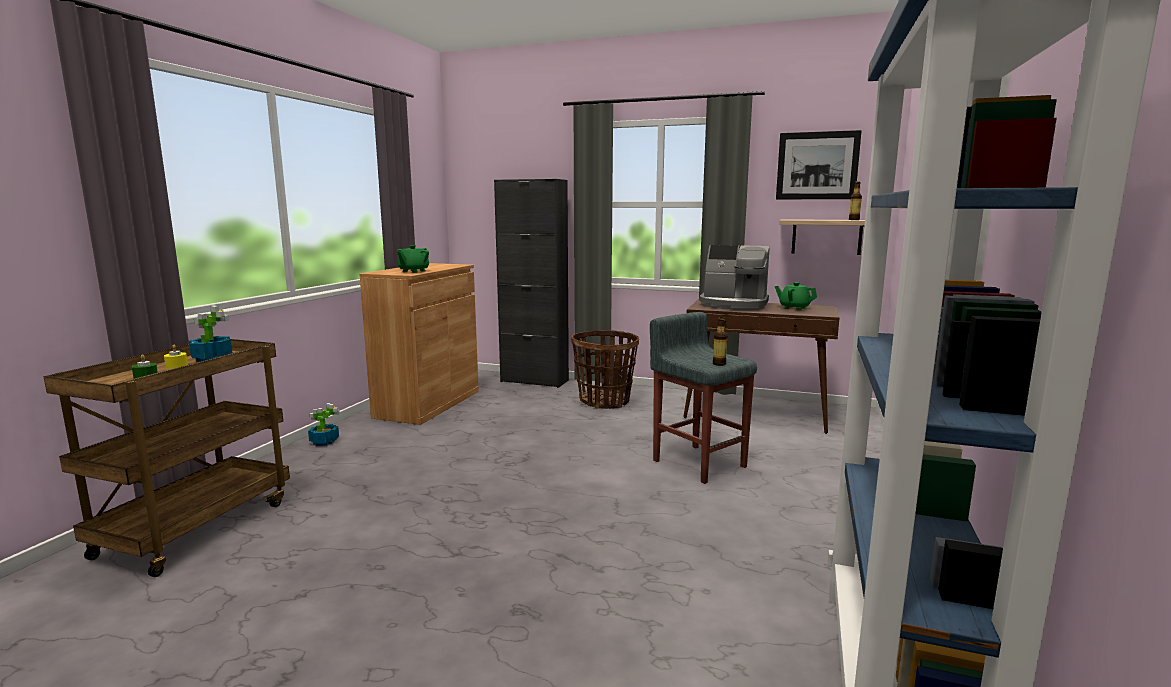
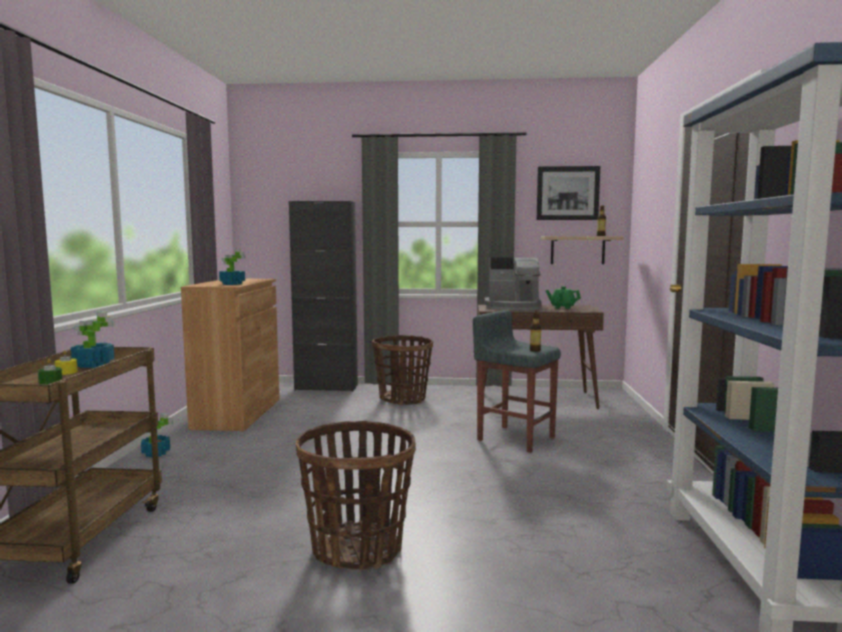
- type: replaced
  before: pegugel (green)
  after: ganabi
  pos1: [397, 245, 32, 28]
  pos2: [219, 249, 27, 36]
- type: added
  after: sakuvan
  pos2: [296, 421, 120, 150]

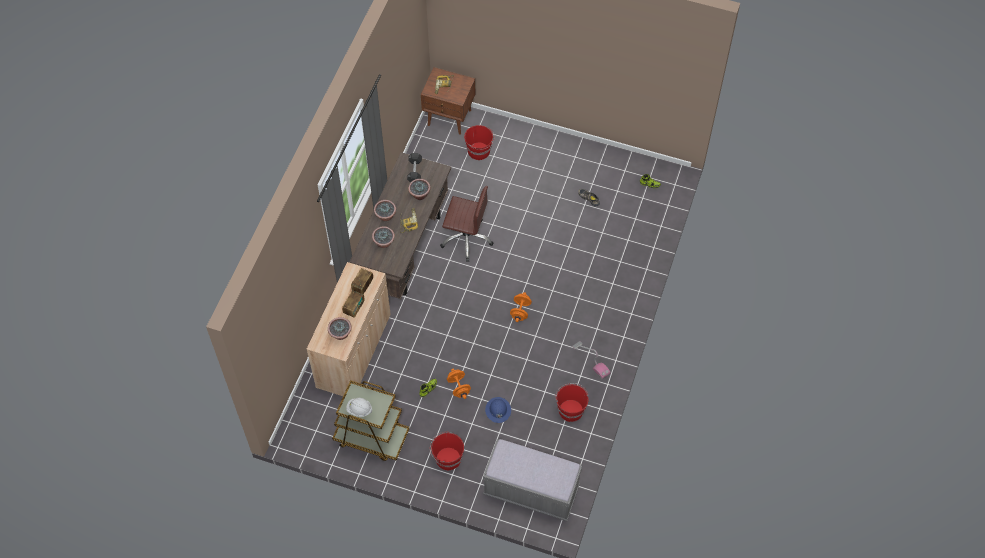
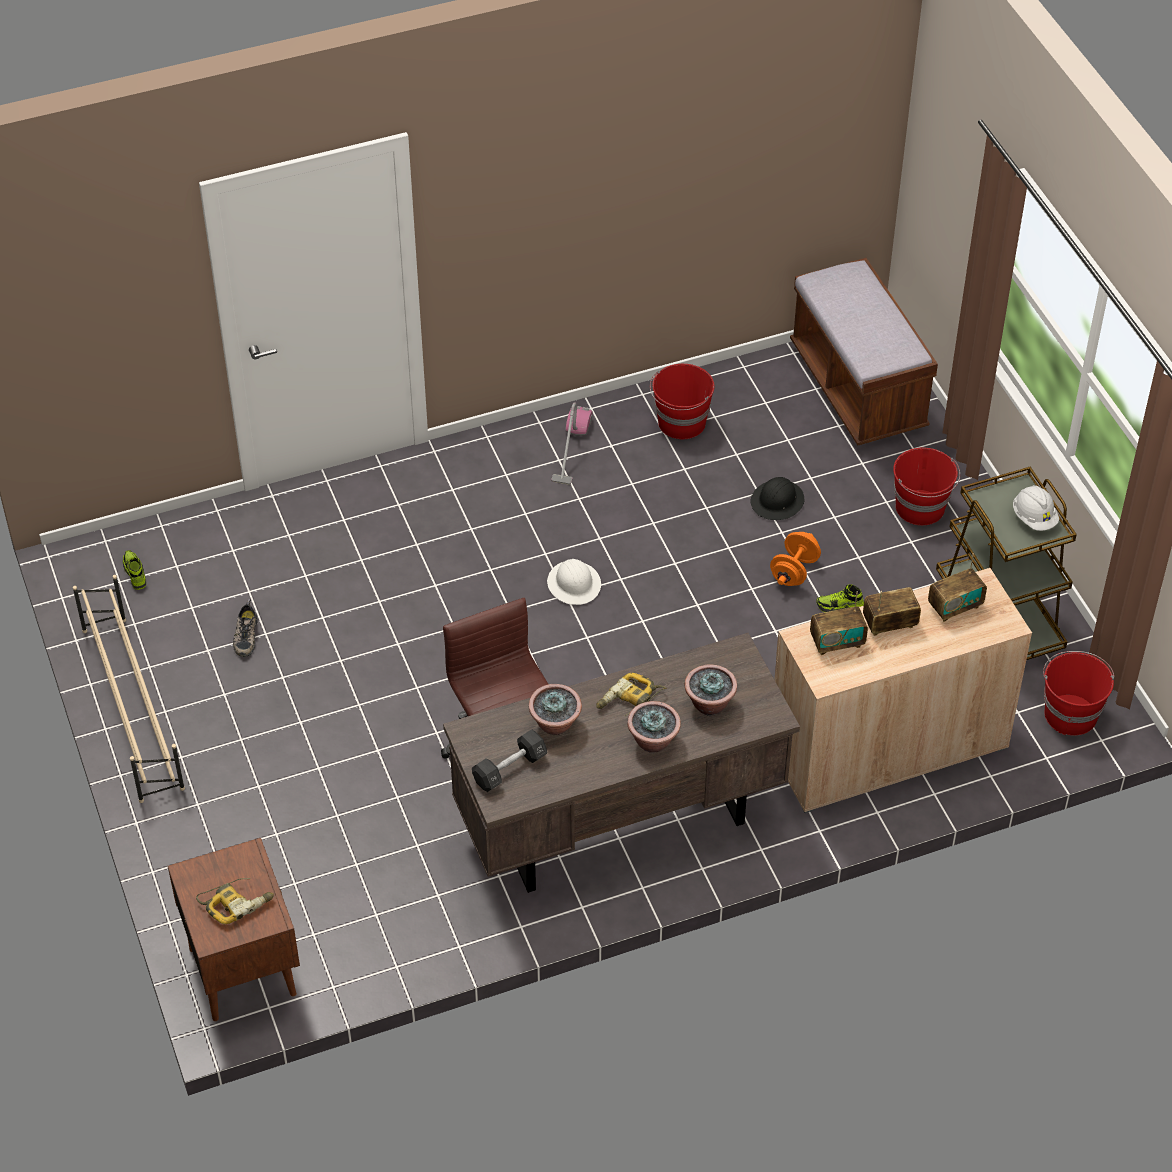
- type: added
  after: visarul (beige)
  pos2: [73, 575, 112, 228]
- type: replaced
  before: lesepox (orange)
  after: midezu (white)
  pos1: [510, 292, 22, 30]
  pos2: [547, 559, 54, 46]
- type: recoloured
  before: midezu (blue)
  after: midezu (black)
  pos1: [485, 397, 26, 26]
  pos2: [750, 477, 54, 43]
- type: recoloured
  before: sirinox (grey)
  after: sirinox (brown)
  pos1: [483, 439, 99, 82]
  pos2: [790, 258, 148, 188]
- type: replaced
  before: ganabi
  after: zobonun
  pos1: [328, 317, 24, 23]
  pos2: [928, 554, 59, 68]
- type: moved
  before: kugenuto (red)
  pos1: [464, 125, 31, 35]
  pos2: [1043, 651, 71, 85]

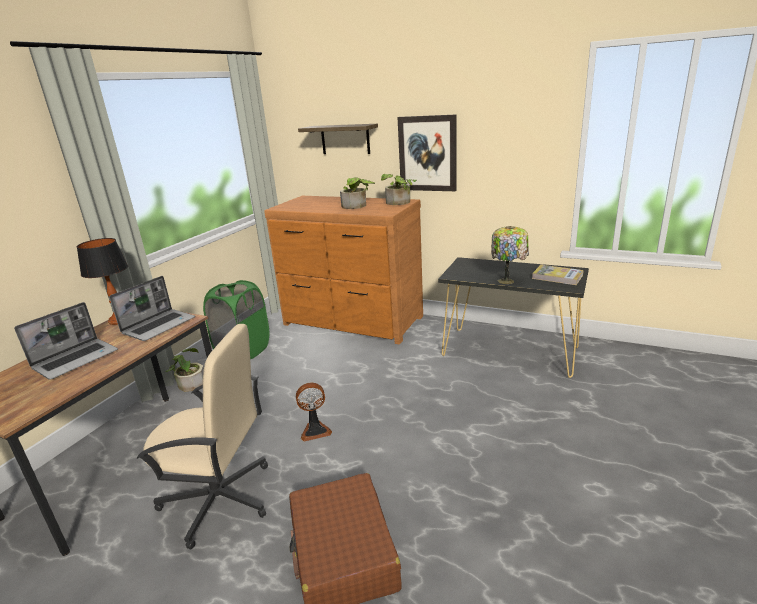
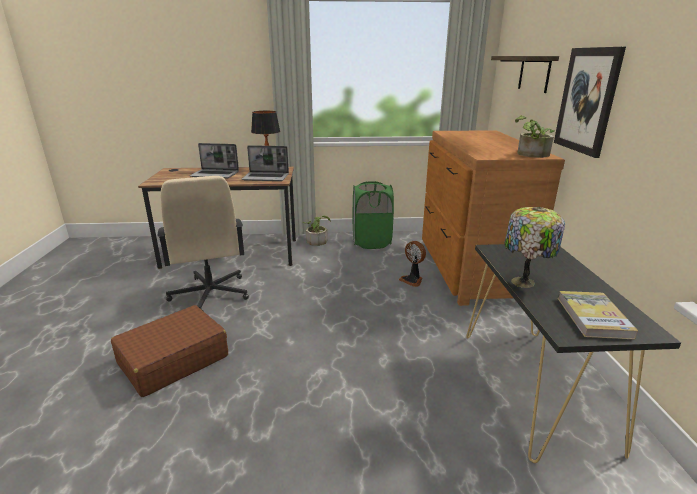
- type: moved
  before: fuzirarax
  pos1: [296, 383, 36, 58]
  pos2: [399, 241, 27, 46]
- type: removed
  before: ganabi
  pos1: [340, 177, 35, 32]

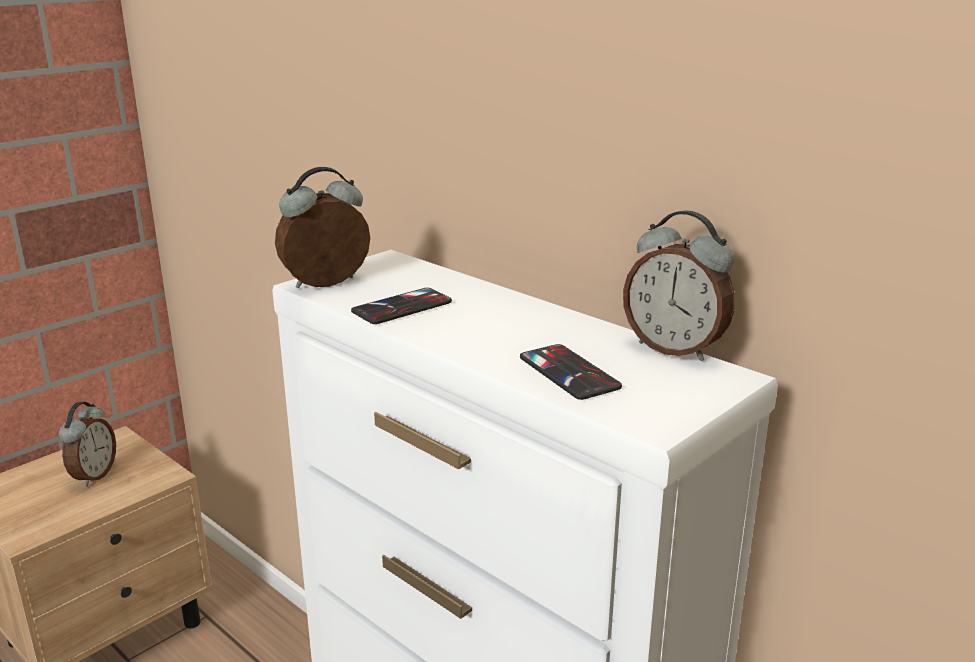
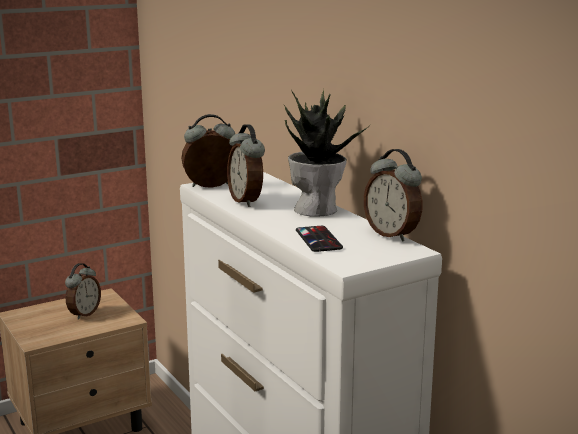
- type: replaced
  before: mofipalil
  after: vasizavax
  pos1: [351, 288, 101, 36]
  pos2: [227, 124, 38, 83]
- type: added
  after: ganabi
  pos2: [284, 89, 86, 128]

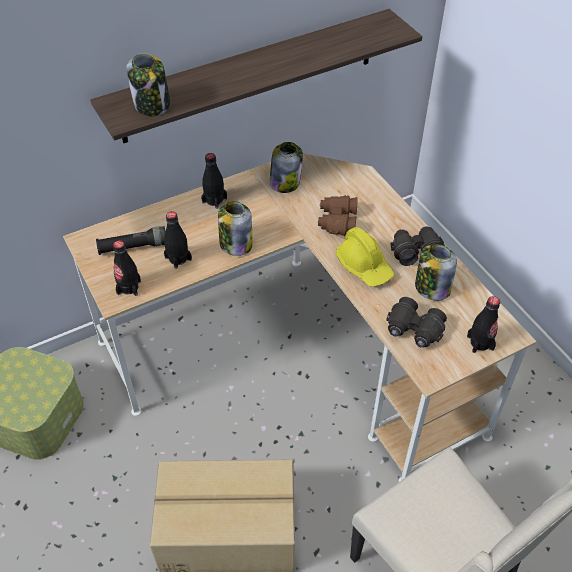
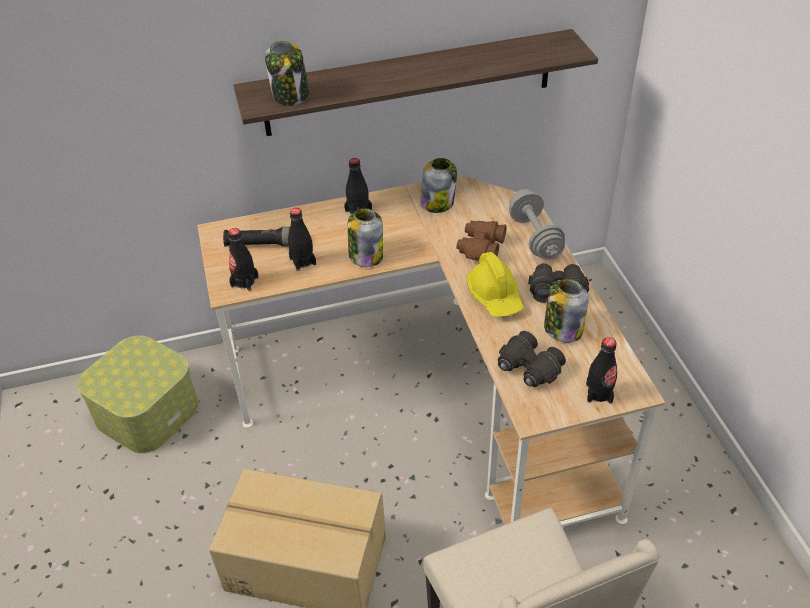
- type: added
  after: lesepox (grey)
  pos2: [509, 189, 56, 71]

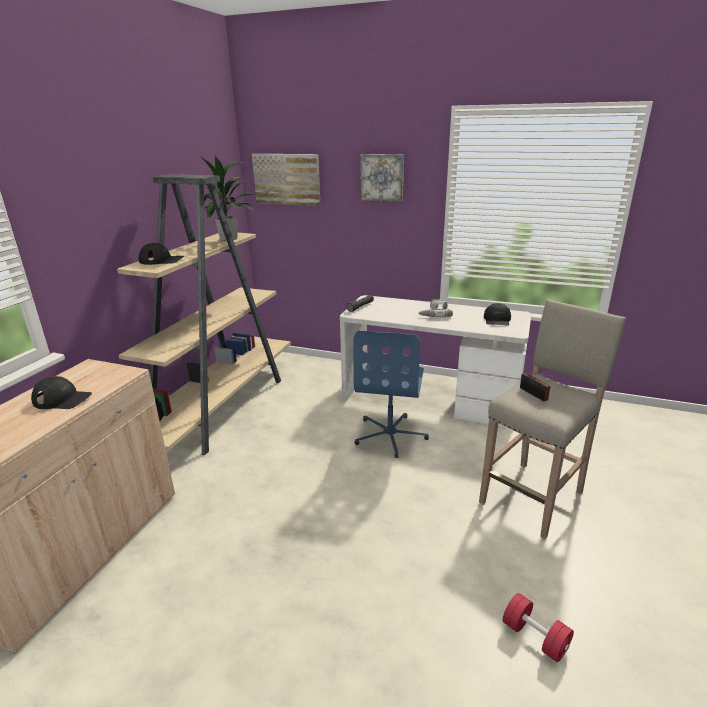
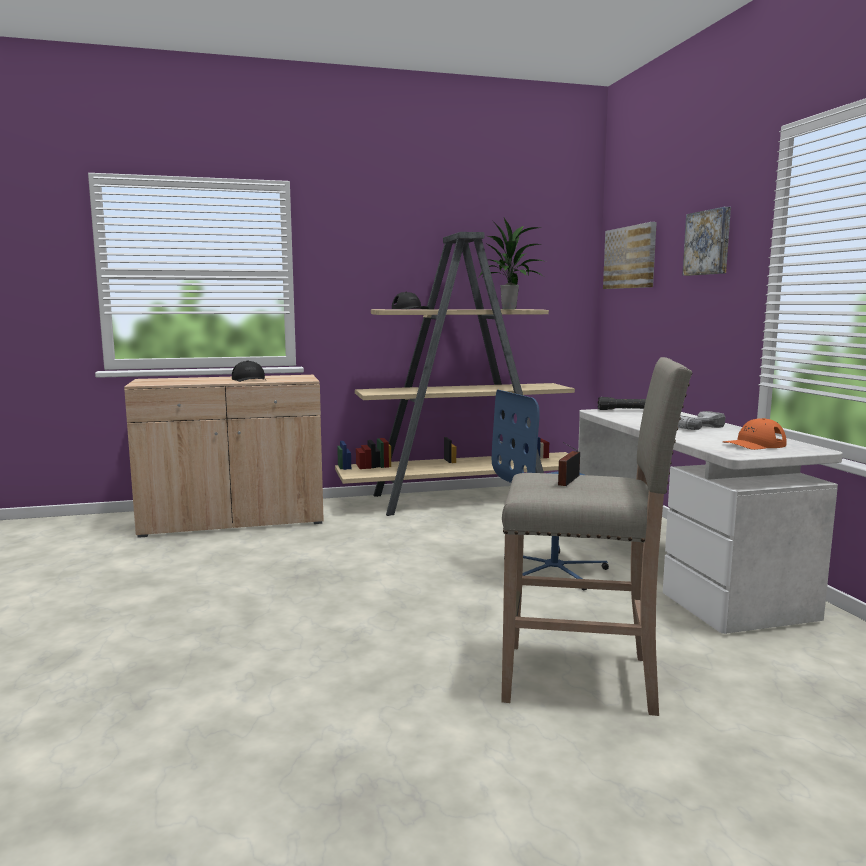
- type: recoloured
  before: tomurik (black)
  after: tomurik (orange)
  pos1: [484, 303, 27, 23]
  pos2: [723, 418, 64, 32]
- type: removed
  before: lesepox (red)
  pos1: [503, 593, 71, 69]

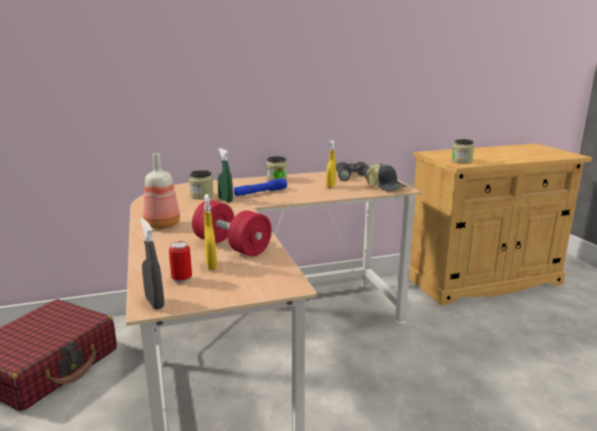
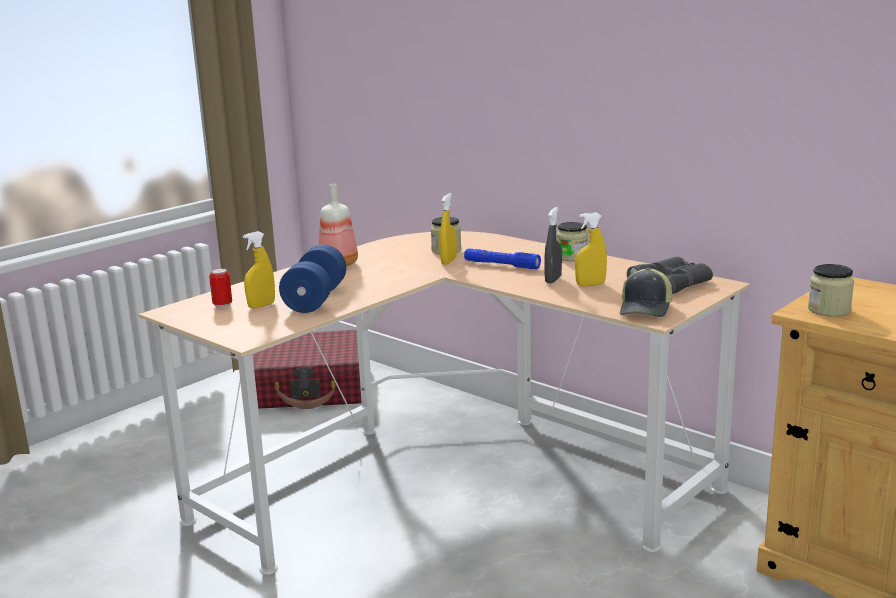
- type: recoloured
  before: lesepox (red)
  after: lesepox (blue)
  pos1: [192, 200, 80, 56]
  pos2: [279, 244, 67, 69]
- type: recoloured
  before: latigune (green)
  after: latigune (yellow)
  pos1: [218, 148, 15, 54]
  pos2: [440, 193, 17, 71]
- type: moved
  before: latigune (grey)
  pos1: [140, 219, 24, 91]
  pos2: [545, 207, 17, 77]

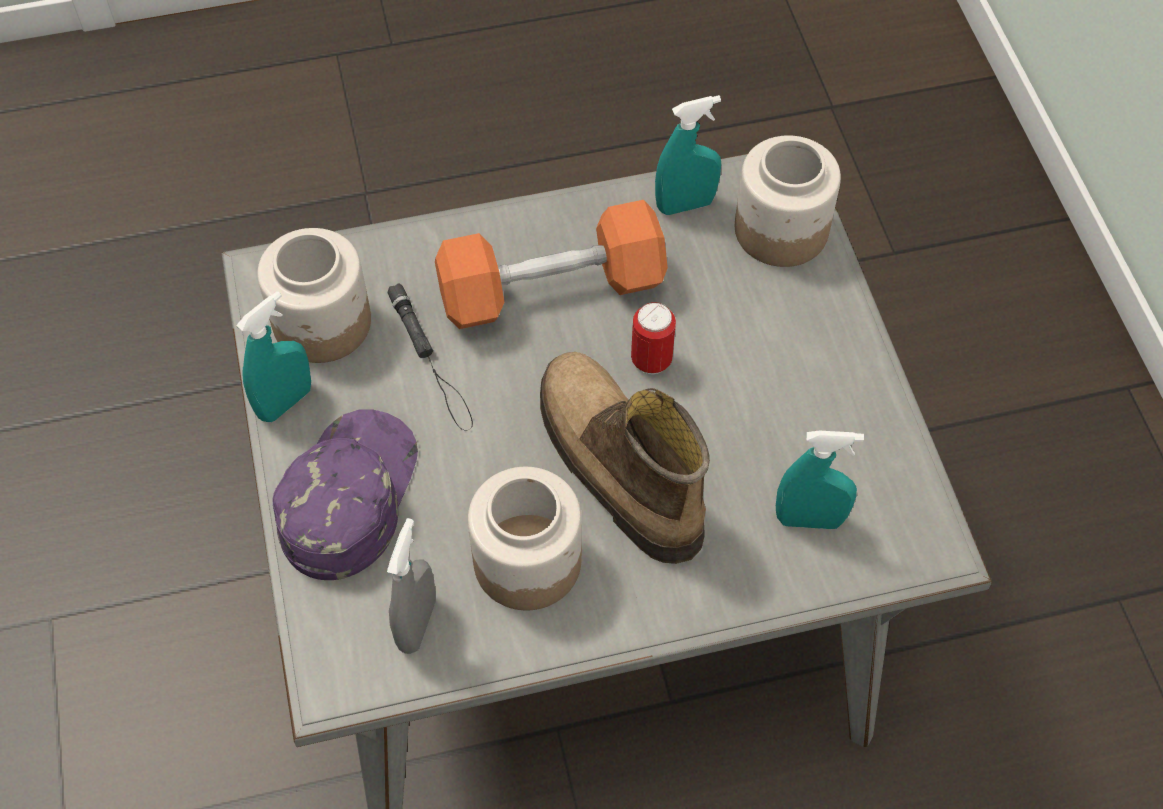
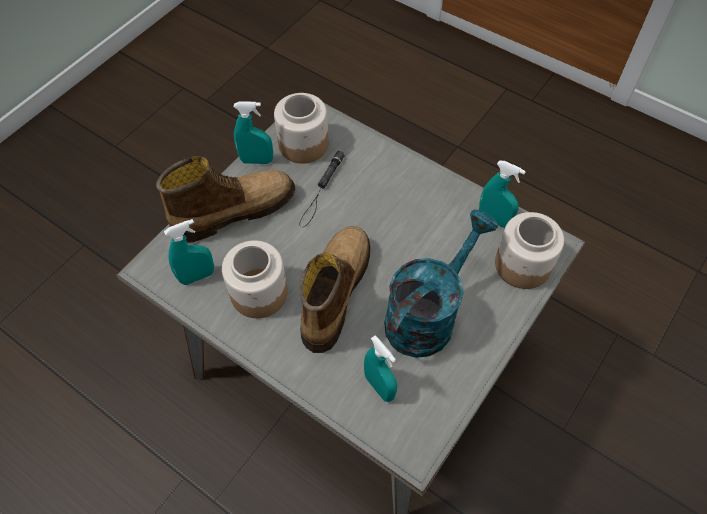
- type: replaced
  before: tomurik (purple)
  after: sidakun
  pos1: [272, 410, 146, 170]
  pos2: [156, 156, 139, 87]
- type: recoloured
  before: latigune (grey)
  after: latigune (turquoise)
  pos1: [387, 518, 49, 136]
  pos2: [164, 219, 50, 66]
- type: added
  after: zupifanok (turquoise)
  pos2: [384, 210, 114, 148]
- type: removed
  before: lesepox (orange)
  pos1: [435, 200, 233, 129]
- type: removed
  before: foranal
  pos1: [631, 302, 45, 72]

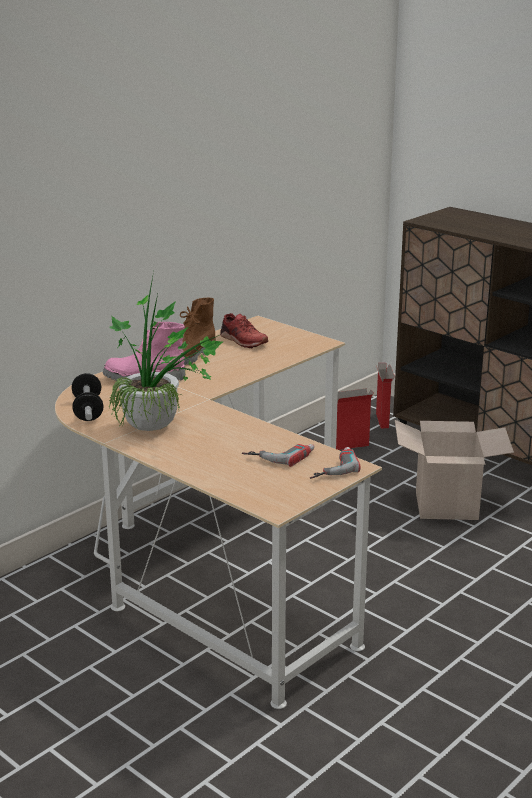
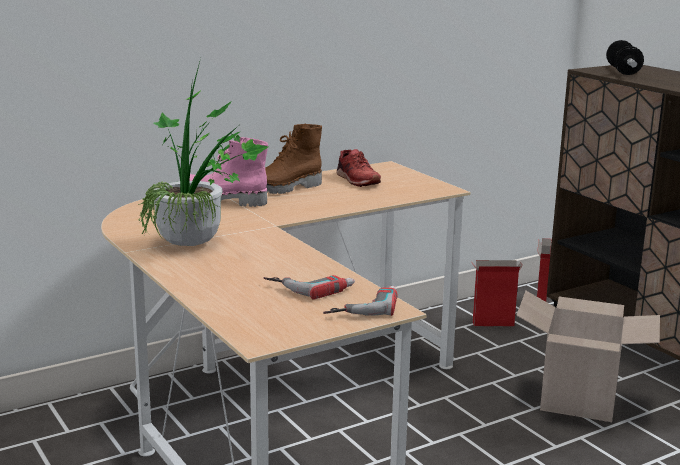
- type: moved
  before: lesepox
  pos1: [71, 373, 33, 48]
  pos2: [606, 40, 38, 35]

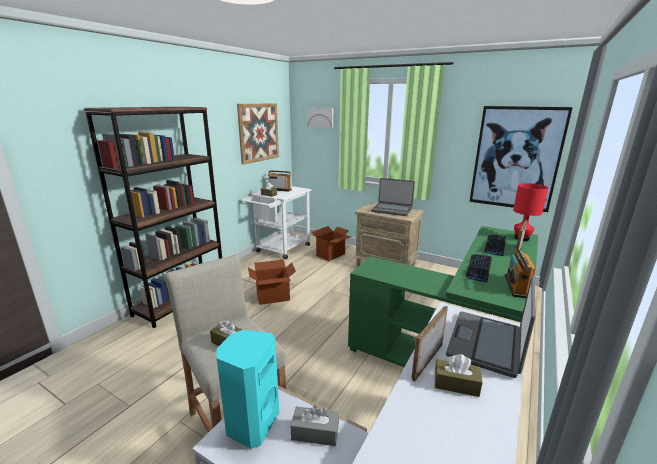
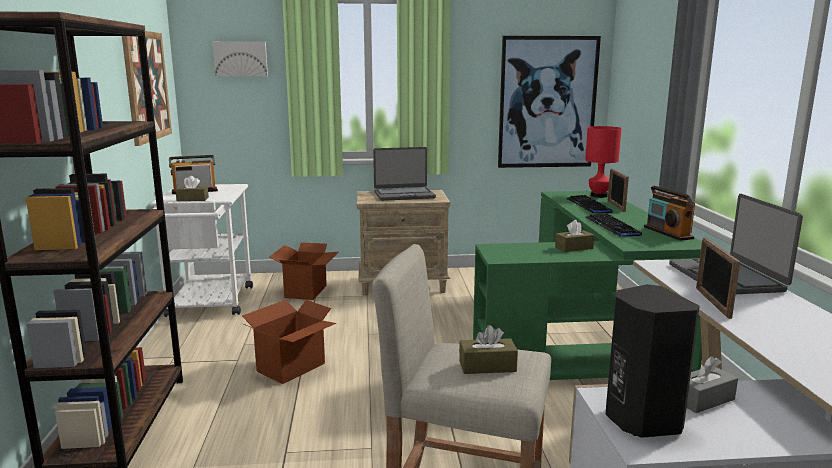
- type: moved
  before: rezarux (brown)
  pos1: [435, 354, 48, 43]
  pos2: [555, 220, 39, 32]
- type: recoloured
  before: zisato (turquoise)
  after: zisato (black)
  pos1: [217, 330, 62, 119]
  pos2: [606, 284, 94, 154]

